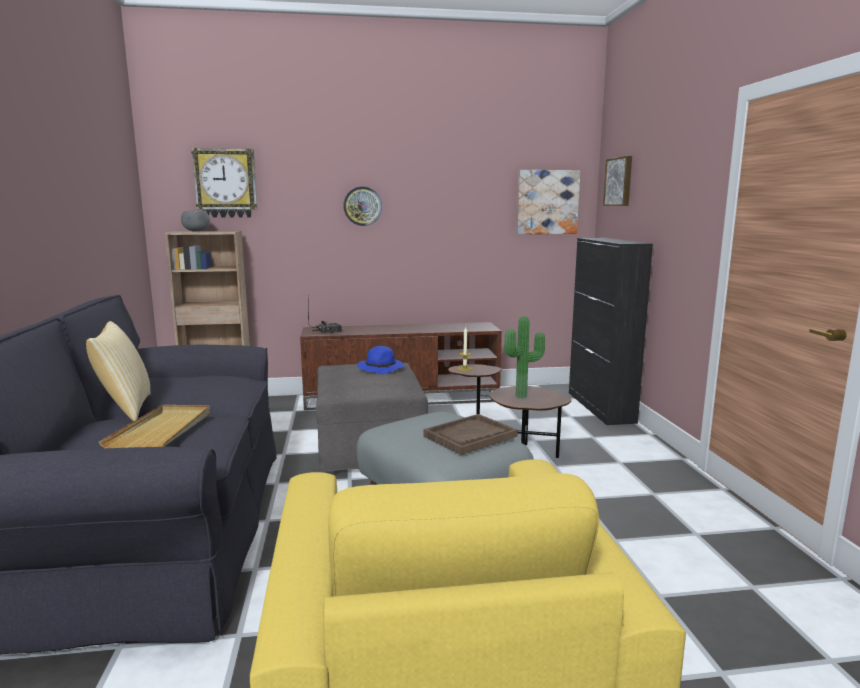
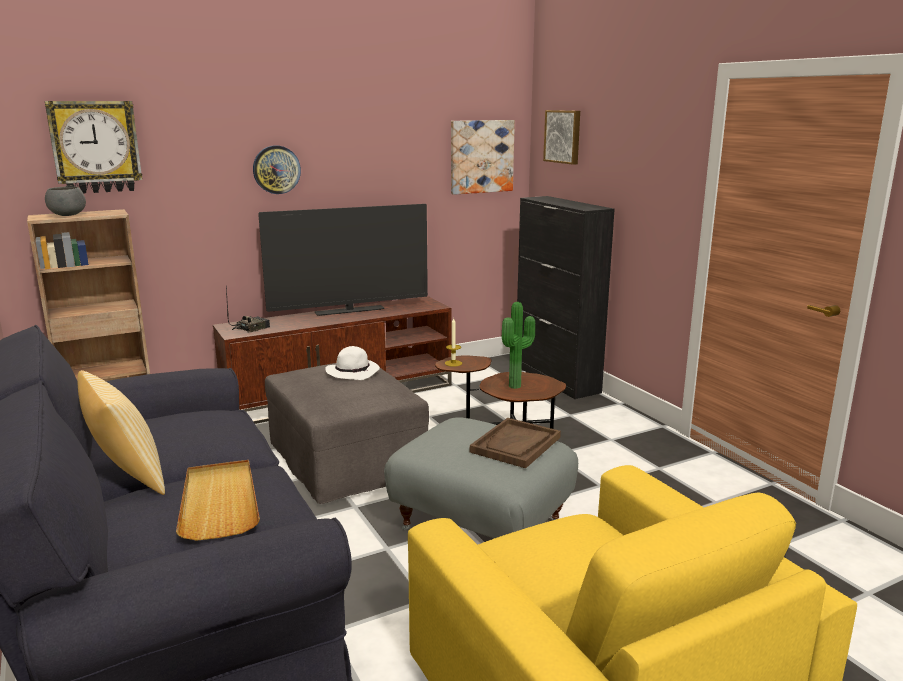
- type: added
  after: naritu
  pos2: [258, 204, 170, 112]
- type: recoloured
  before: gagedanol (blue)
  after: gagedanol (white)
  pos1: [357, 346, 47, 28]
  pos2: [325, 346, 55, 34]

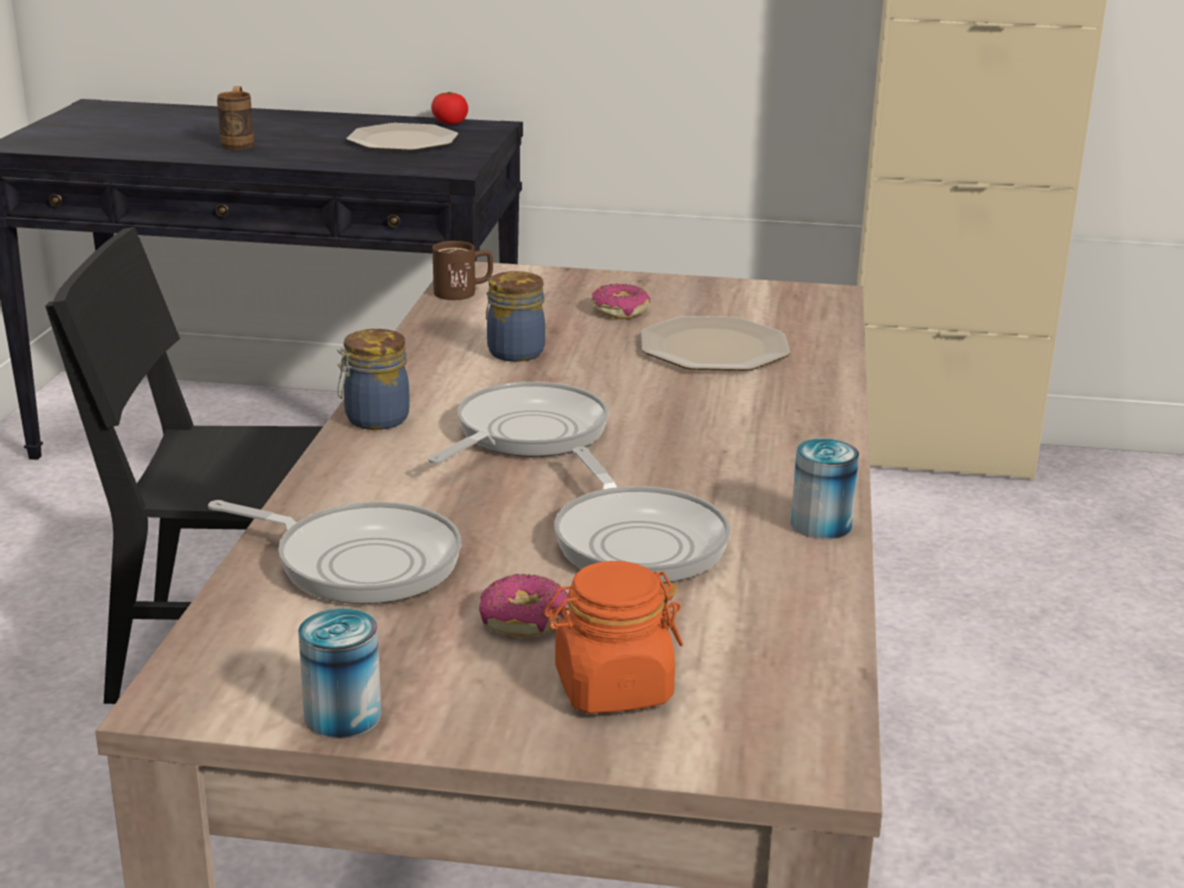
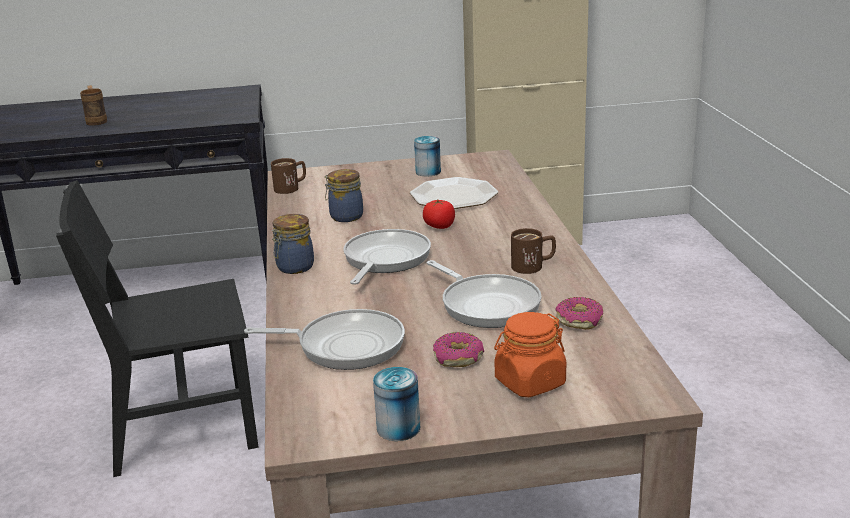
- type: moved
  before: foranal
  pos1: [791, 439, 68, 101]
  pos2: [414, 136, 27, 40]
- type: moved
  before: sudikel
  pos1: [431, 92, 37, 33]
  pos2: [423, 200, 32, 29]
- type: added
  after: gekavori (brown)
  pos2: [511, 228, 45, 46]
- type: moved
  before: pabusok
  pos1: [591, 284, 59, 35]
  pos2: [555, 297, 48, 33]
- type: removed
  before: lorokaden
  pos1: [346, 123, 112, 28]

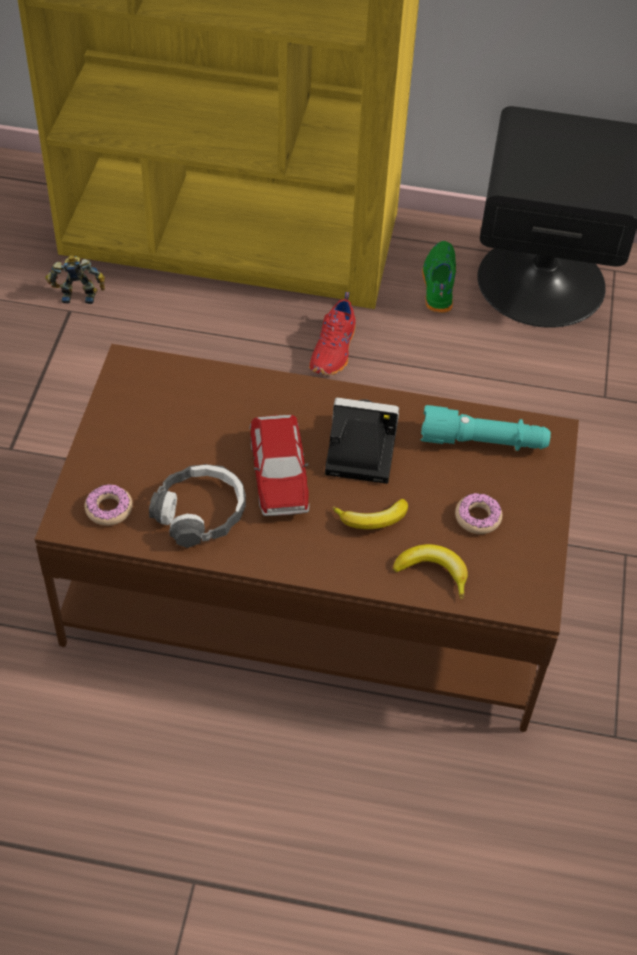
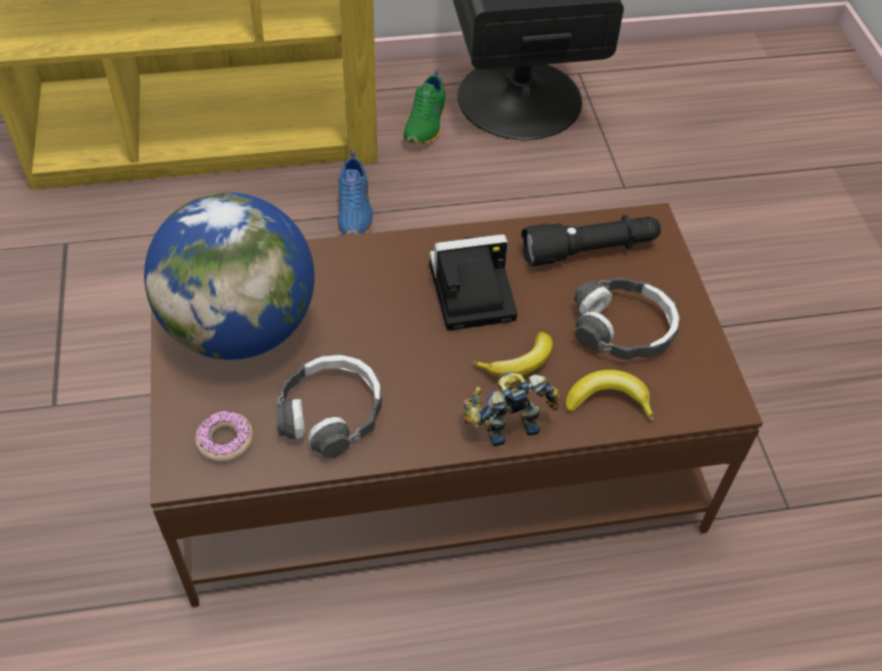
- type: added
  after: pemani
  pos2: [144, 193, 171, 167]
- type: recoloured
  before: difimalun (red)
  after: difimalun (blue)
  pos1: [309, 292, 47, 83]
  pos2: [337, 150, 37, 86]
- type: turned
  before: difimalun (green)
  pos1: [422, 241, 34, 72]
  pos2: [403, 68, 43, 76]
  turn: -150
- type: moved
  before: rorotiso
  pos1: [45, 255, 60, 49]
  pos2: [464, 372, 96, 74]
- type: recoloured
  before: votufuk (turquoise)
  after: votufuk (black)
  pos1: [420, 405, 131, 46]
  pos2: [521, 215, 140, 51]
- type: replaced
  before: pabusok
  after: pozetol
  pos1: [455, 493, 47, 41]
  pos2: [574, 277, 105, 83]
- type: removed
  before: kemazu
  pos1: [249, 415, 61, 101]

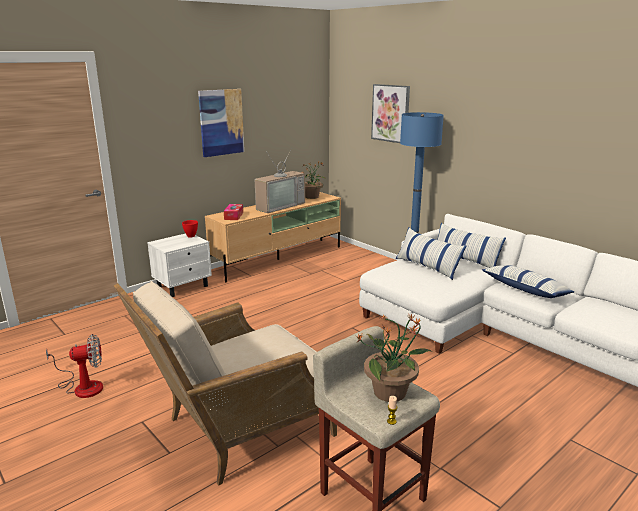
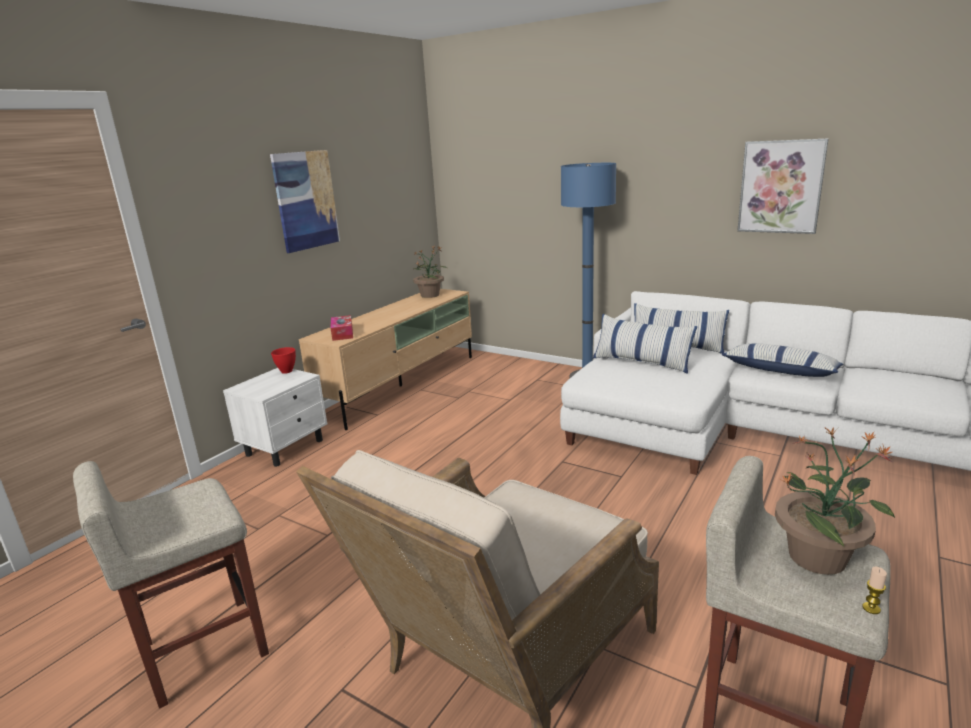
- type: replaced
  before: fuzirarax
  after: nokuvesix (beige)
  pos1: [46, 334, 57, 64]
  pos2: [73, 461, 196, 248]
- type: moved
  before: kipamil
  pos1: [371, 84, 39, 59]
  pos2: [737, 138, 92, 96]
- type: removed
  before: naritu
  pos1: [255, 147, 50, 66]

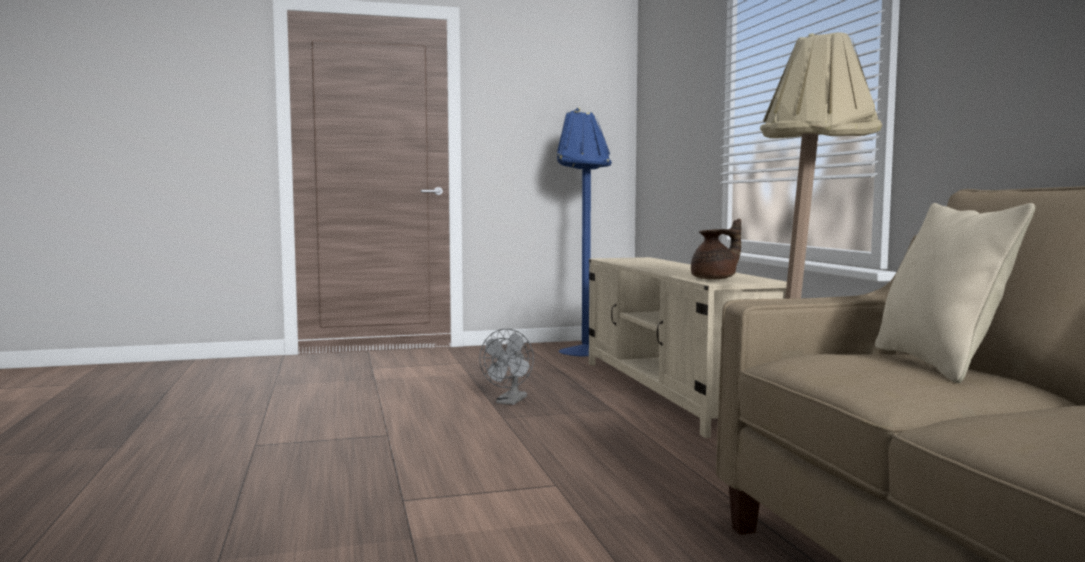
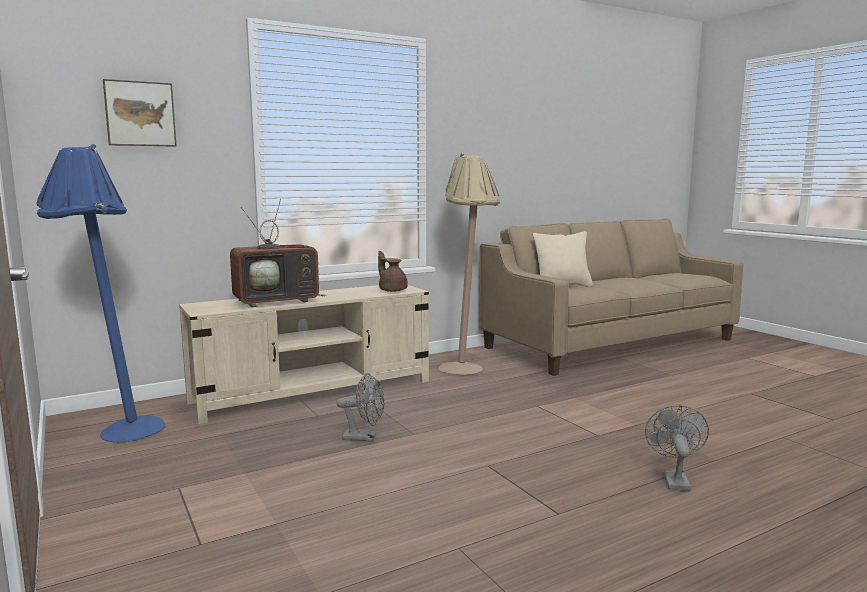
- type: added
  after: kipamil
  pos2: [103, 79, 74, 68]
- type: added
  after: naritu
  pos2: [230, 199, 96, 108]
- type: added
  after: fuzirarax (grey)
  pos2: [645, 405, 64, 86]

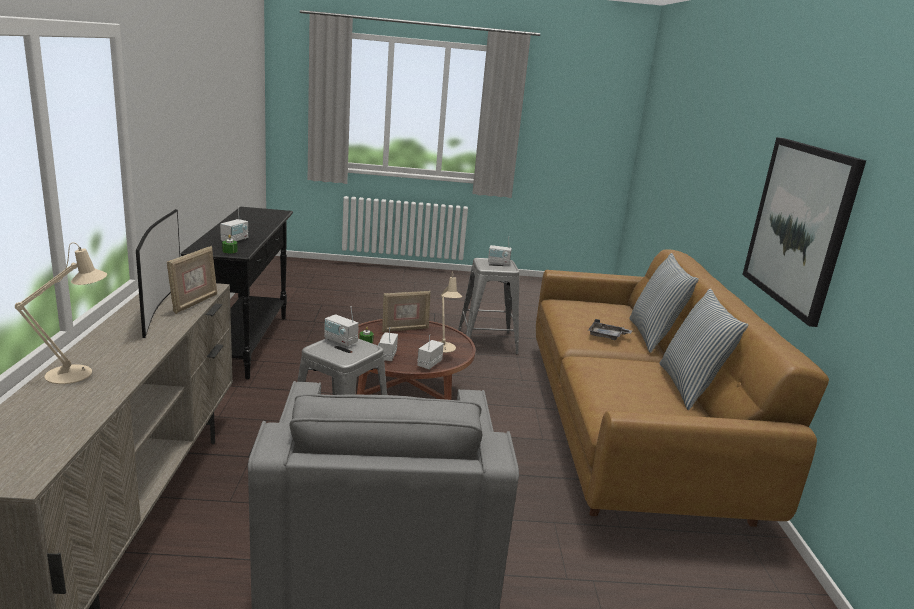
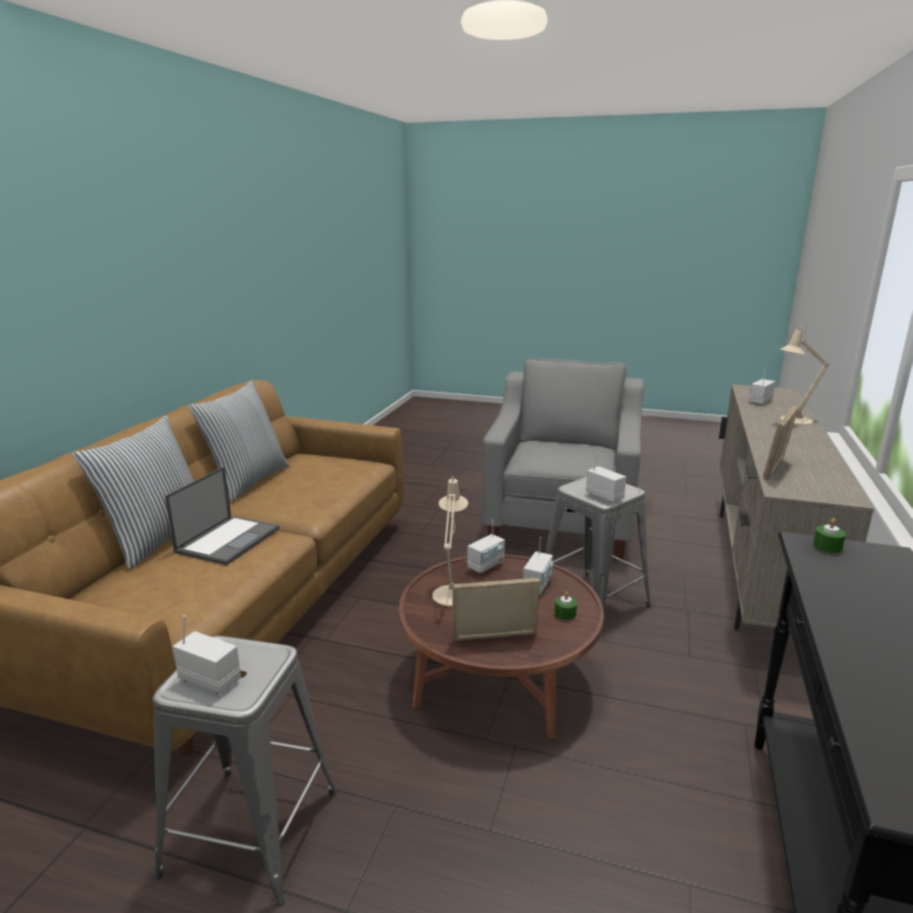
- type: replaced
  before: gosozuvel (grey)
  after: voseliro
  pos1: [588, 319, 44, 22]
  pos2: [165, 467, 115, 98]
- type: moved
  before: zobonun
  pos1: [220, 207, 28, 34]
  pos2: [749, 369, 27, 36]
- type: removed
  before: naritu
  pos1: [136, 209, 44, 129]
- type: removed
  before: kipamil
  pos1: [742, 137, 124, 190]

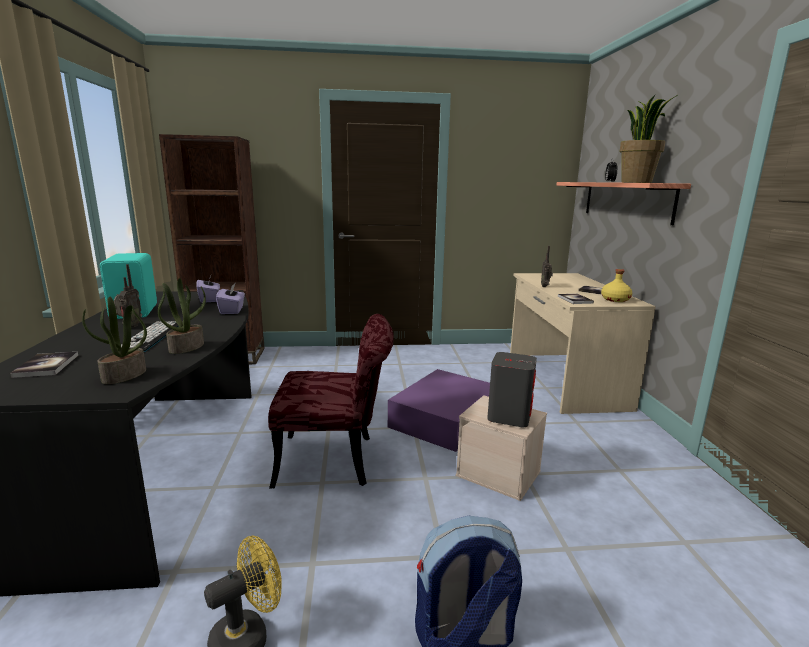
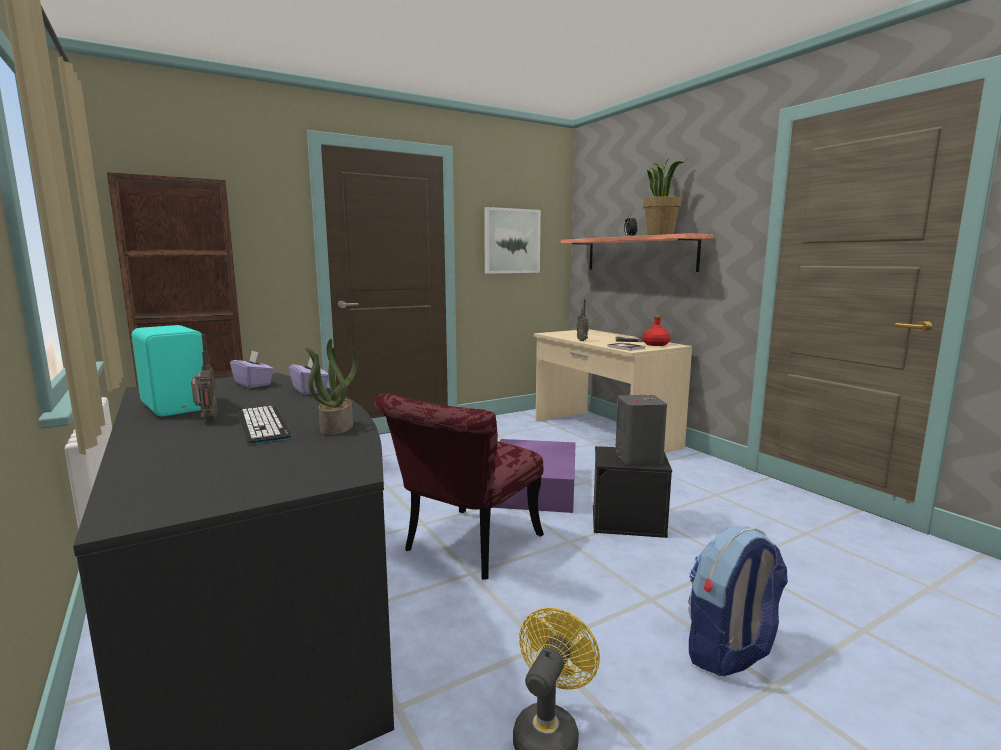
- type: turned
  before: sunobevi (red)
  pos1: [268, 314, 126, 174]
  pos2: [375, 393, 169, 187]
  turn: 150
- type: added
  after: kipamil
  pos2: [484, 207, 57, 66]
- type: recoloured
  before: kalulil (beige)
  after: kalulil (black)
  pos1: [456, 395, 91, 106]
  pos2: [593, 446, 79, 92]
- type: recoloured
  before: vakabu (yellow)
  after: vakabu (red)
  pos1: [601, 269, 31, 33]
  pos2: [643, 315, 28, 31]
- type: removed
  before: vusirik
  pos1: [10, 352, 68, 26]
- type: removed
  before: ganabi
  pos1: [82, 296, 65, 88]

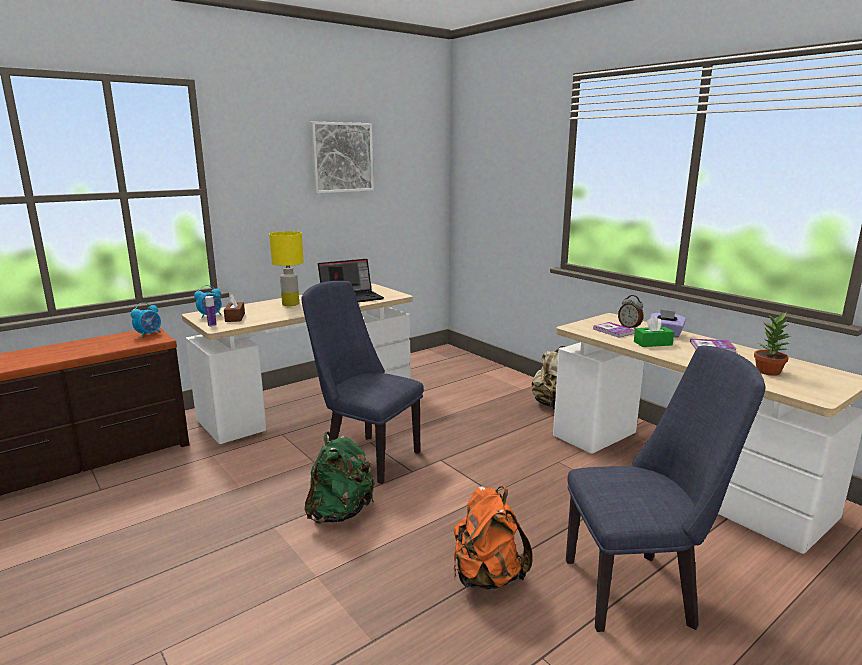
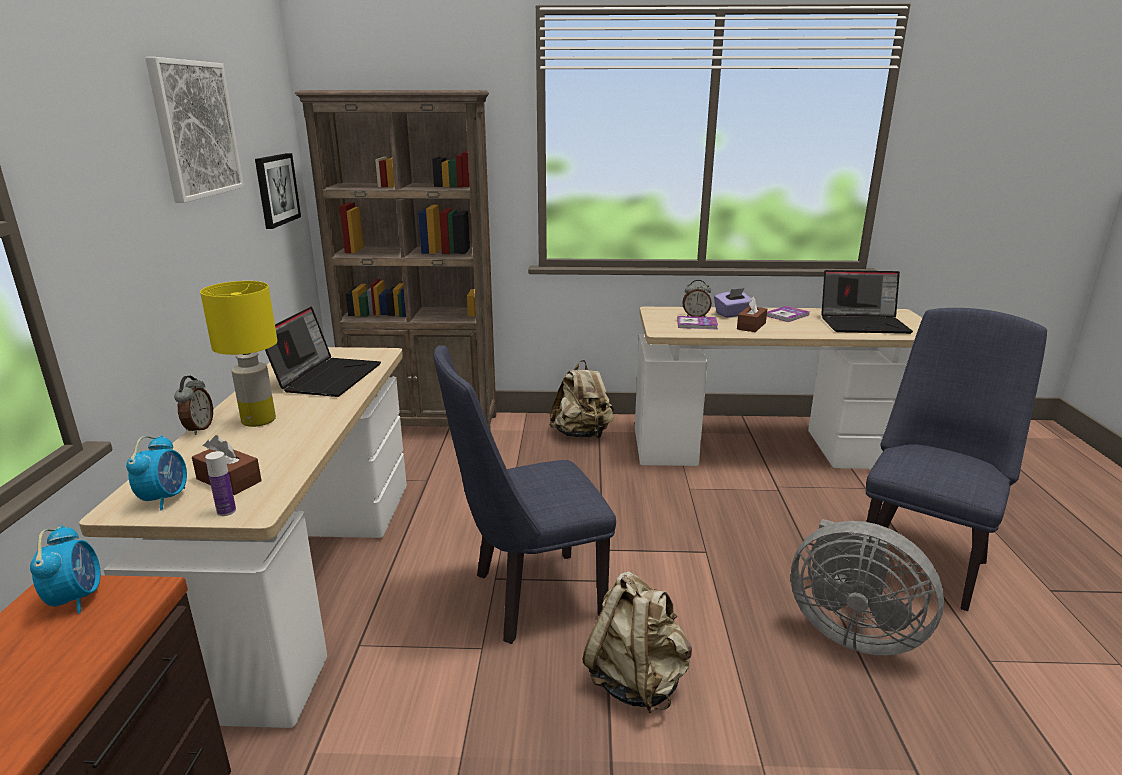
- type: added
  after: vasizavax
  pos2: [174, 376, 39, 59]
- type: added
  after: kipamil
  pos2: [255, 153, 46, 76]
- type: added
  after: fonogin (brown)
  pos2: [295, 90, 201, 341]
- type: recoloured
  before: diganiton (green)
  after: diganiton (beige)
  pos1: [304, 431, 71, 93]
  pos2: [583, 571, 109, 142]
- type: recoloured
  before: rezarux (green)
  after: rezarux (brown)
  pos1: [634, 316, 40, 31]
  pos2: [737, 297, 30, 35]
- type: replaced
  before: diganiton (orange)
  after: fuzirarax (grey)
  pos1: [454, 486, 79, 104]
  pos2: [791, 519, 153, 136]
- type: replaced
  before: ganabi
  after: voseliro
  pos1: [754, 312, 37, 64]
  pos2: [821, 270, 92, 64]

